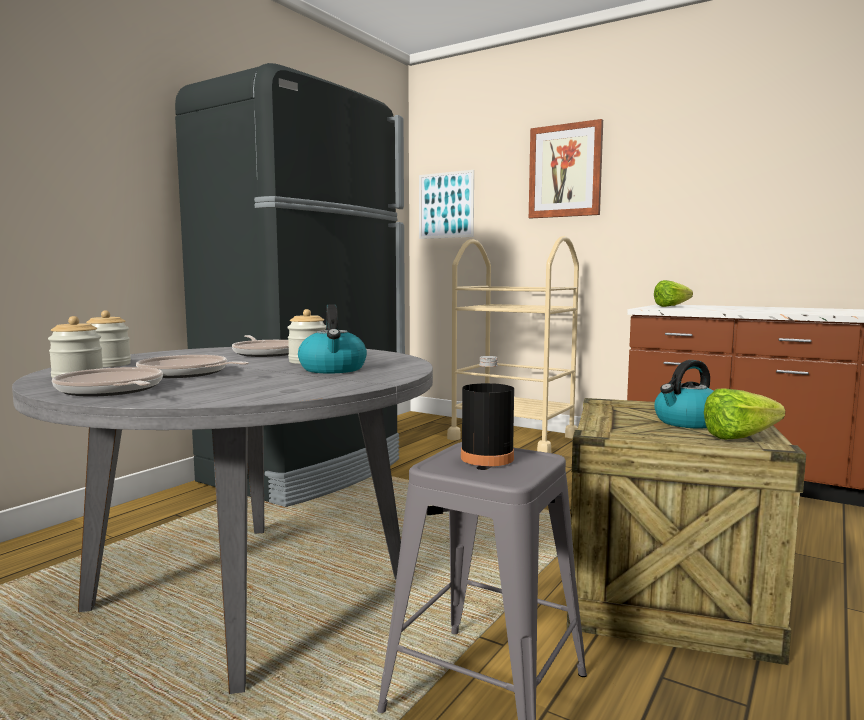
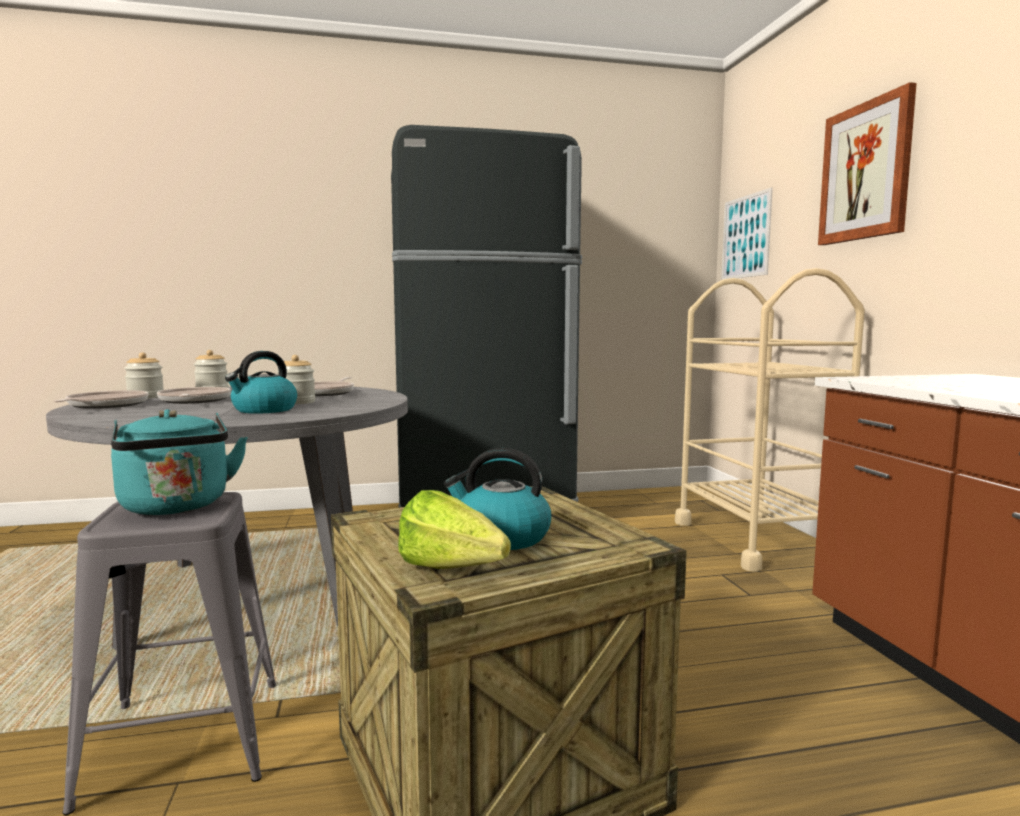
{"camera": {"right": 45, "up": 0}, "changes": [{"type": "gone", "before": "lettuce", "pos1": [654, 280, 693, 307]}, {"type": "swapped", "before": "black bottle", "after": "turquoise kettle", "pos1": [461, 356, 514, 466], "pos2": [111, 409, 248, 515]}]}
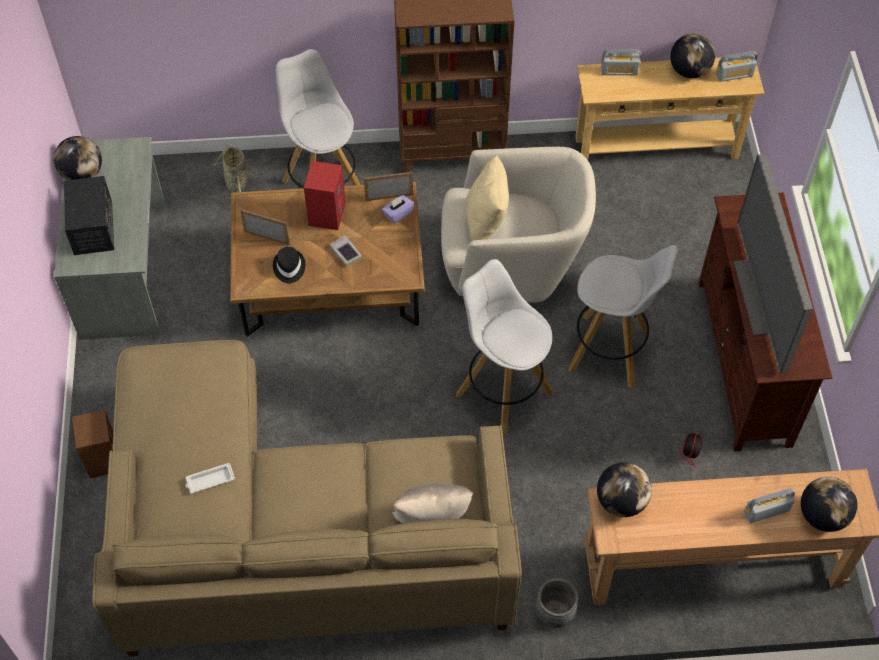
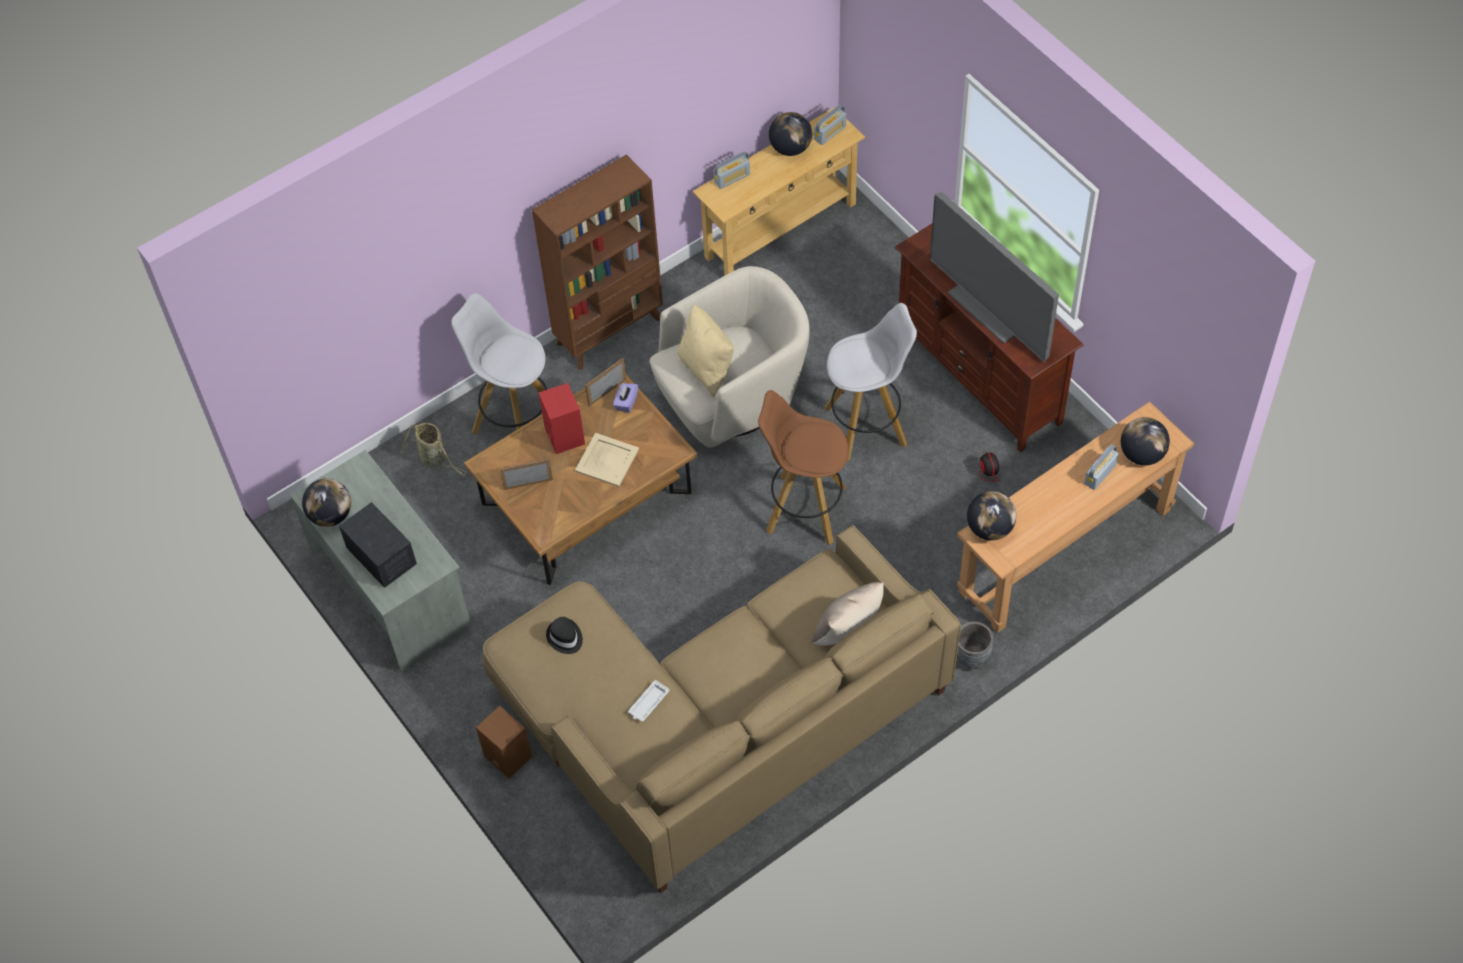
{"camera": {"right": -30, "up": 0}, "changes": [{"type": "swapped", "before": "book", "after": "beige tray", "pos1": [329, 235, 362, 266], "pos2": [575, 433, 639, 487]}, {"type": "shifted", "before": "black hat", "pos1": [273, 247, 305, 284], "pos2": [546, 617, 583, 654]}, {"type": "repainted", "before": "white stool", "after": "brown stool", "pos1": [456, 259, 553, 436], "pos2": [758, 390, 848, 545]}]}
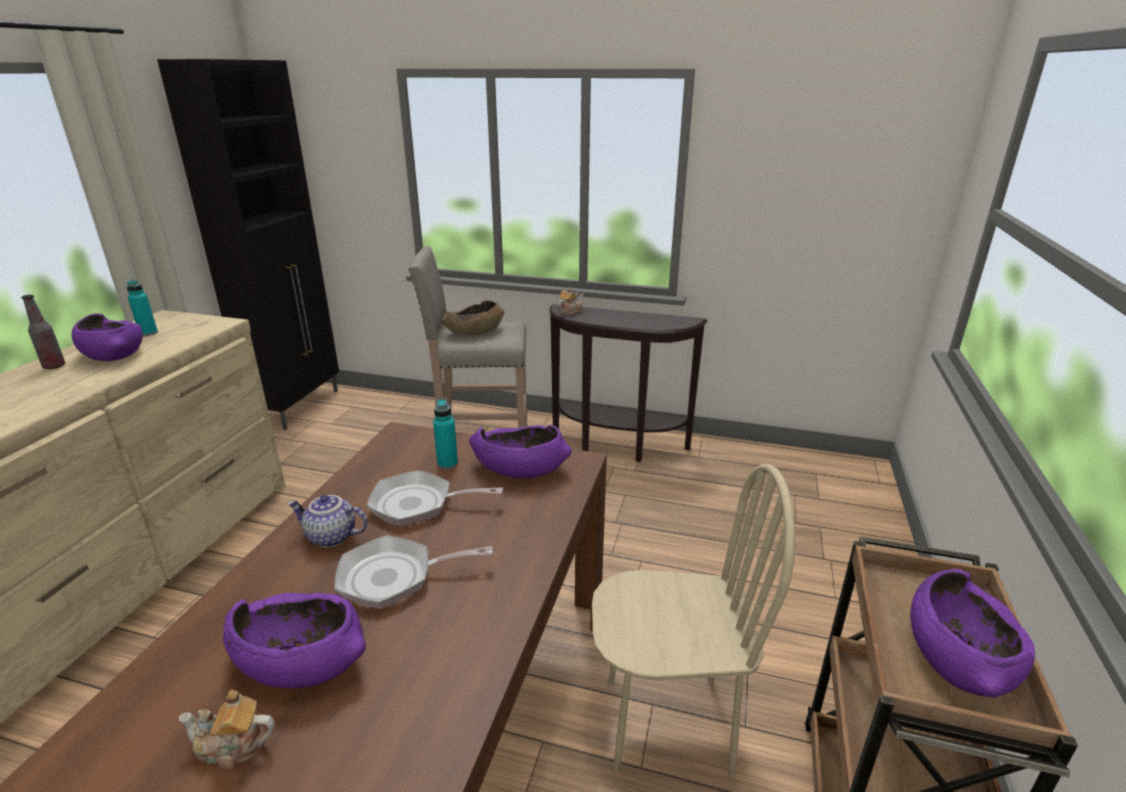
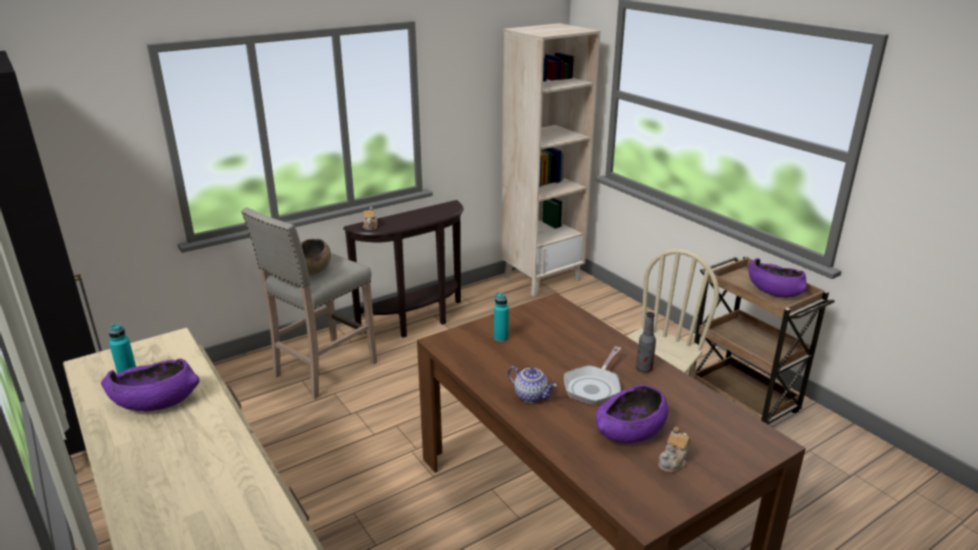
{"camera": {"right": -50, "up": 0}, "changes": [{"type": "shifted", "before": "bottle", "pos1": [21, 295, 65, 369], "pos2": [636, 312, 656, 372]}, {"type": "gone", "before": "purple bowl", "pos1": [469, 425, 571, 478]}, {"type": "gone", "before": "frying pan", "pos1": [367, 470, 503, 527]}, {"type": "rotated", "before": "teapot", "pos1": [287, 495, 368, 547], "pos2": [508, 366, 557, 403], "turn": -105}, {"type": "new", "after": "beige bookcase", "pos2": [501, 23, 601, 296]}]}
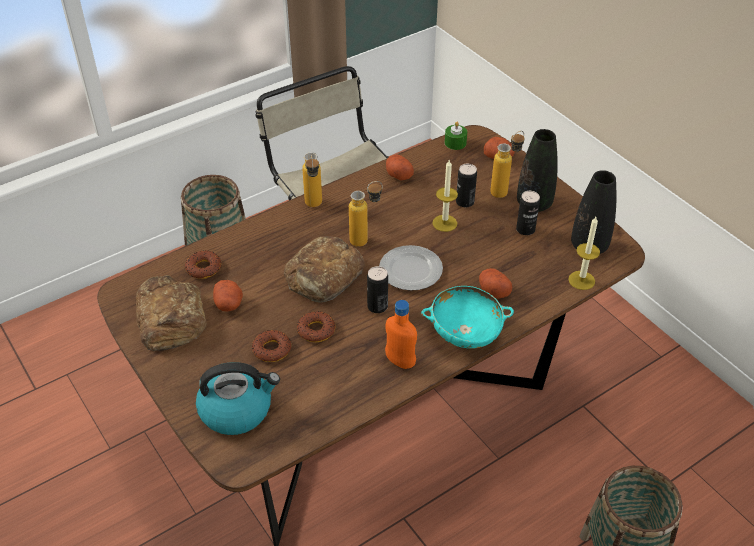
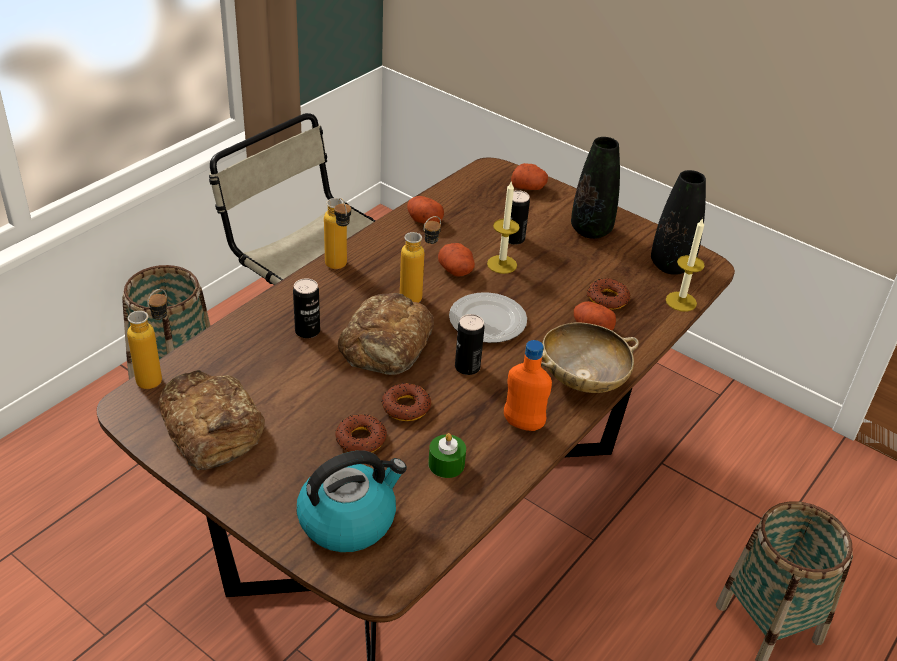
{"camera": {"right": -20, "up": -5}, "changes": [{"type": "shifted", "before": "green candle", "pos1": [445, 121, 467, 150], "pos2": [428, 433, 466, 478]}, {"type": "shifted", "before": "bottle", "pos1": [490, 131, 525, 198], "pos2": [127, 289, 168, 389]}, {"type": "shifted", "before": "can", "pos1": [516, 191, 540, 235], "pos2": [293, 278, 320, 338]}, {"type": "shifted", "before": "donut", "pos1": [185, 250, 221, 279], "pos2": [587, 278, 631, 310]}, {"type": "shifted", "before": "potato", "pos1": [213, 280, 243, 312], "pos2": [438, 243, 475, 277]}, {"type": "repainted", "before": "turquoise bowl", "after": "beige bowl", "pos1": [421, 286, 514, 349], "pos2": [541, 322, 639, 393]}]}
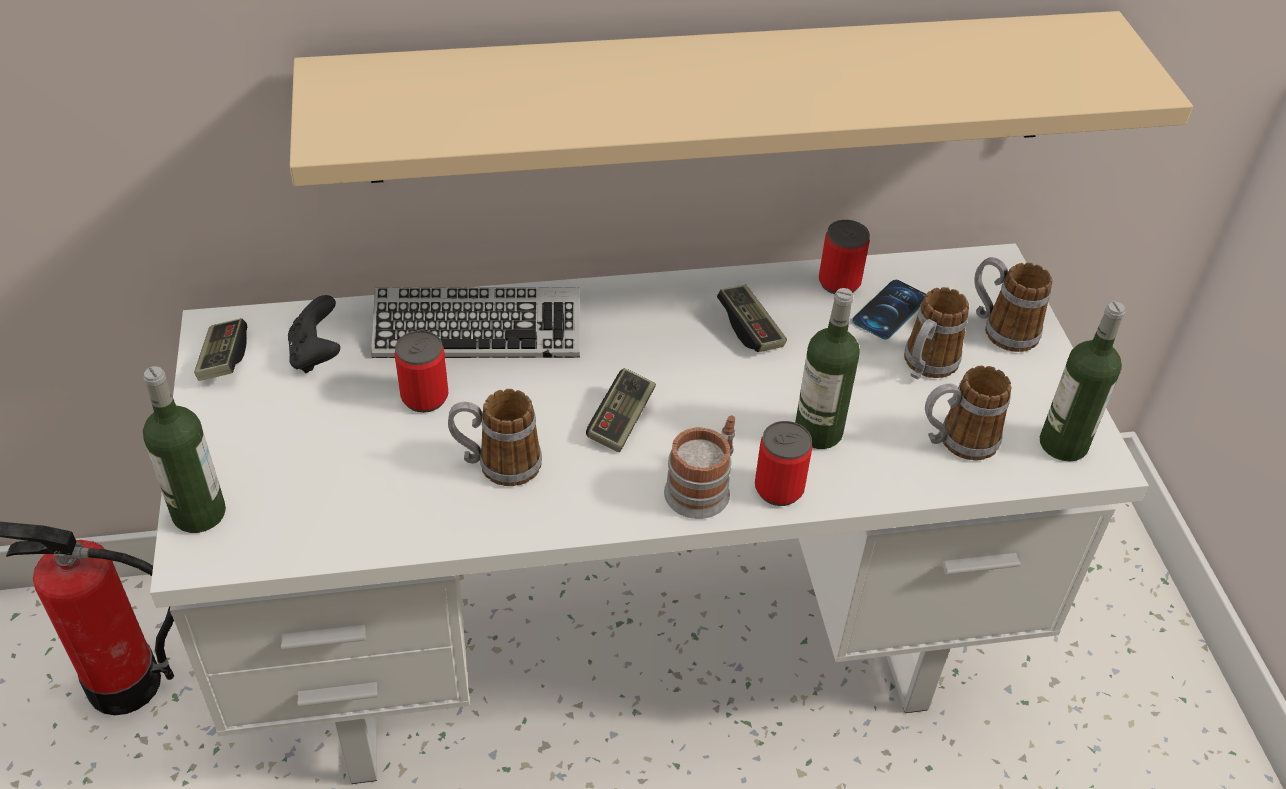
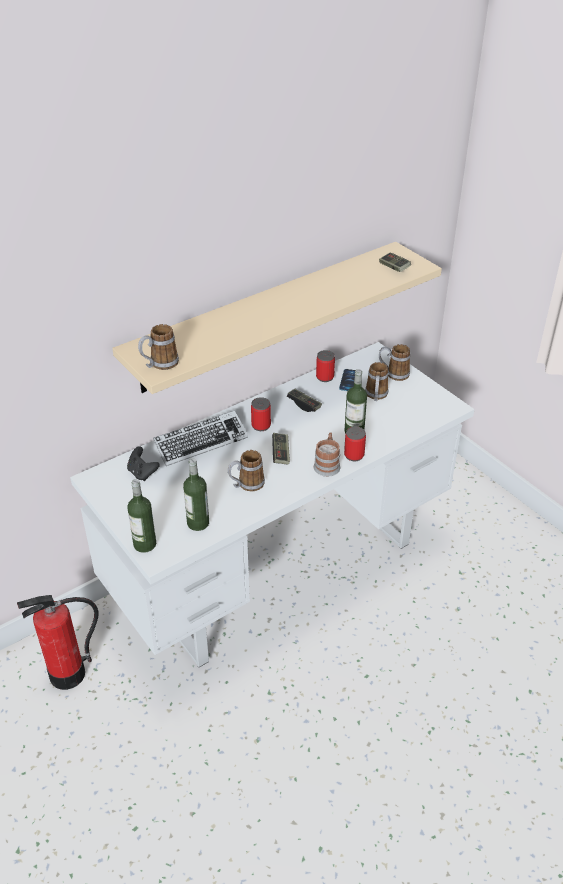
{"camera": {"right": -25, "up": -5}, "changes": [{"type": "shifted", "before": "bottle", "pos1": [1040, 301, 1125, 462], "pos2": [183, 458, 209, 531]}, {"type": "shifted", "before": "game controller", "pos1": [194, 318, 247, 381], "pos2": [379, 253, 411, 272]}, {"type": "shifted", "before": "can", "pos1": [395, 330, 448, 413], "pos2": [251, 397, 271, 431]}, {"type": "shifted", "before": "mug", "pos1": [925, 365, 1011, 460], "pos2": [138, 324, 179, 370]}]}
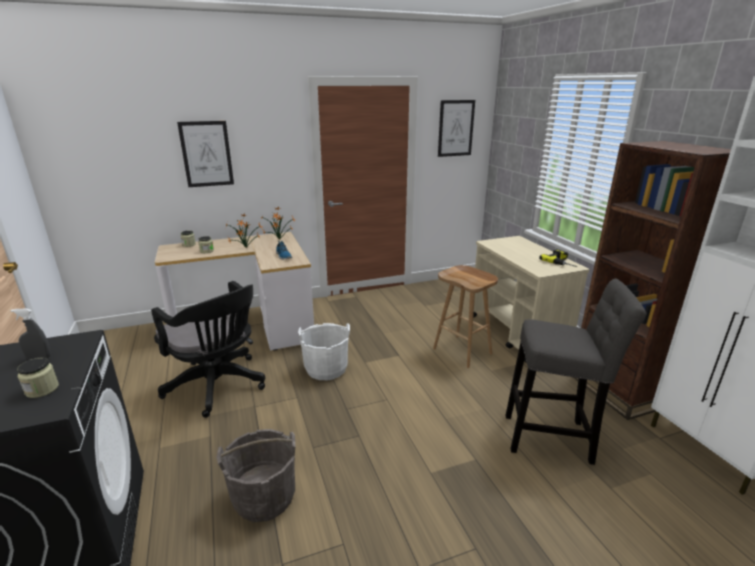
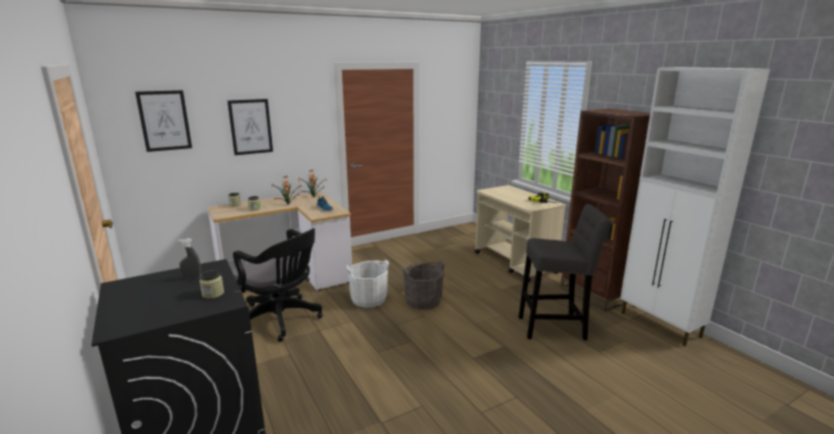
{"camera": {"right": -10, "up": -5}, "changes": [{"type": "shifted", "before": "picture", "pos1": [438, 100, 475, 157], "pos2": [135, 90, 192, 152]}, {"type": "gone", "before": "brown stool", "pos1": [433, 265, 498, 368]}, {"type": "shifted", "before": "grey bucket", "pos1": [216, 429, 295, 522], "pos2": [402, 260, 444, 310]}]}
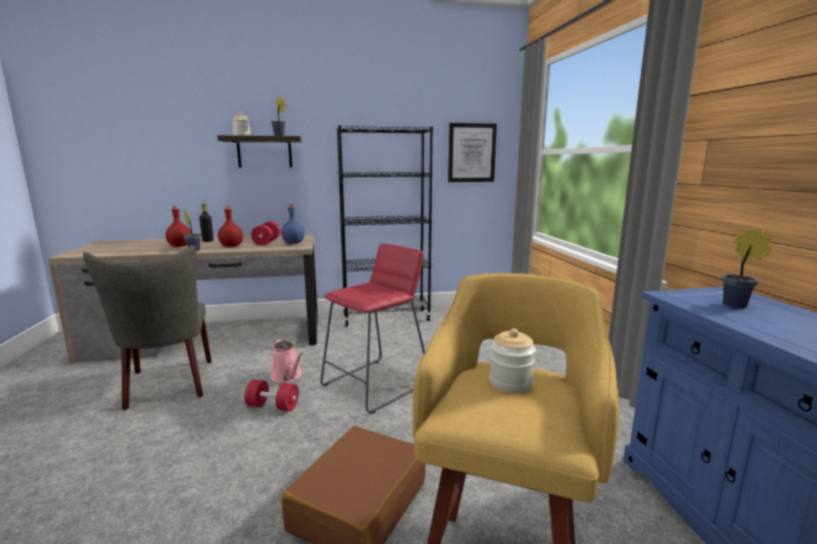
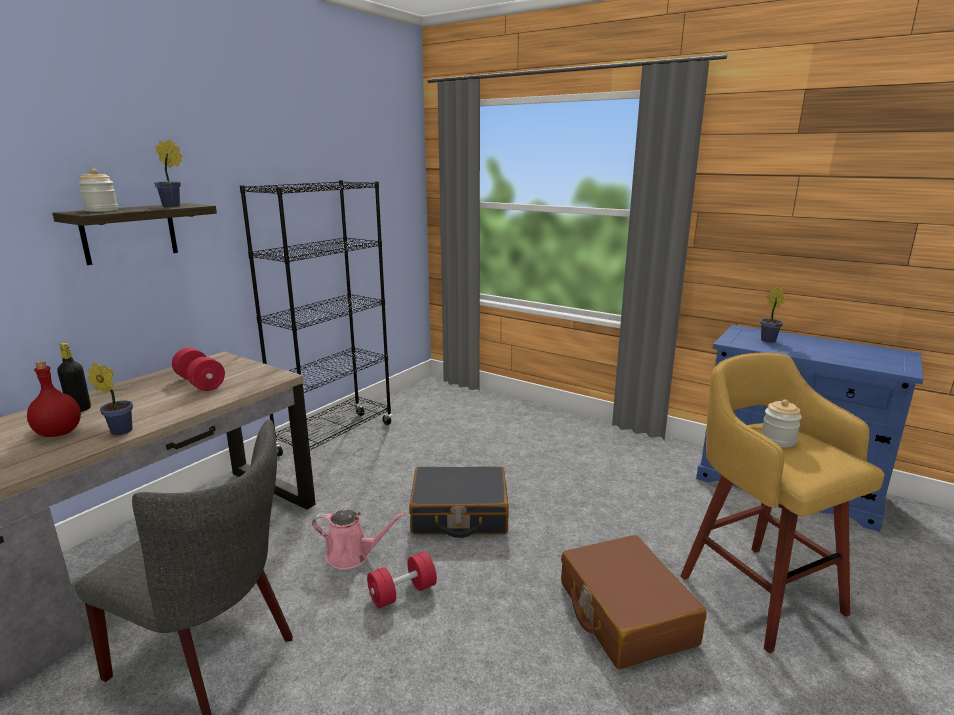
{"camera": {"right": -45, "up": 5}, "changes": [{"type": "gone", "before": "picture", "pos1": [448, 123, 497, 182]}, {"type": "gone", "before": "blue bottle", "pos1": [281, 204, 305, 244]}, {"type": "gone", "before": "red bottle", "pos1": [218, 206, 243, 247]}, {"type": "swapped", "before": "red stool", "after": "black suitcase", "pos1": [320, 243, 425, 414], "pos2": [409, 466, 509, 538]}]}
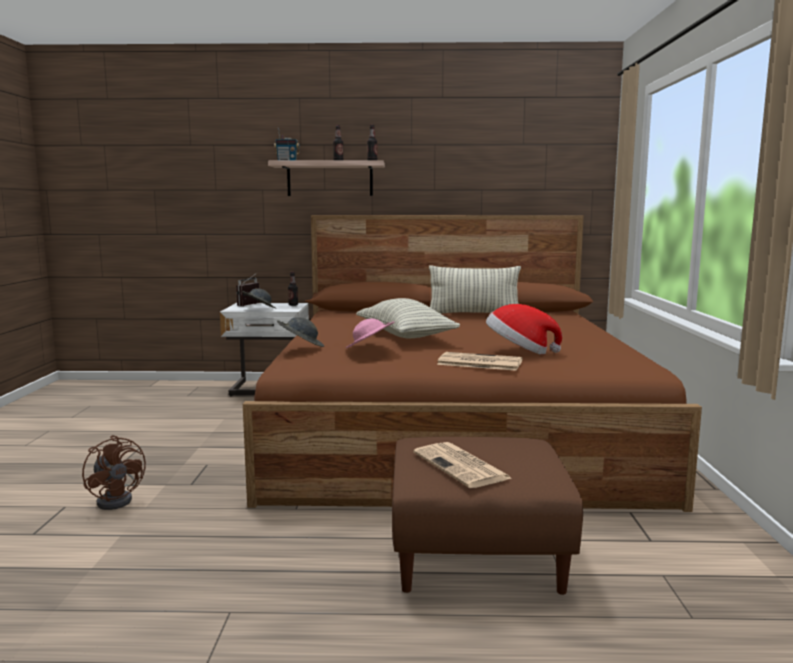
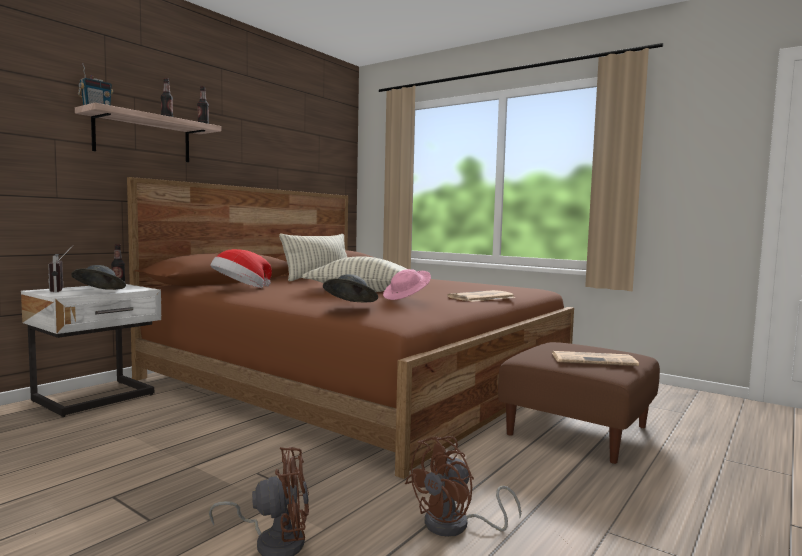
{"camera": {"right": -55, "up": -5}, "changes": [{"type": "shifted", "before": "hat", "pos1": [486, 304, 562, 355], "pos2": [210, 249, 272, 288]}, {"type": "new", "after": "brown fan", "pos2": [405, 436, 521, 537]}]}
